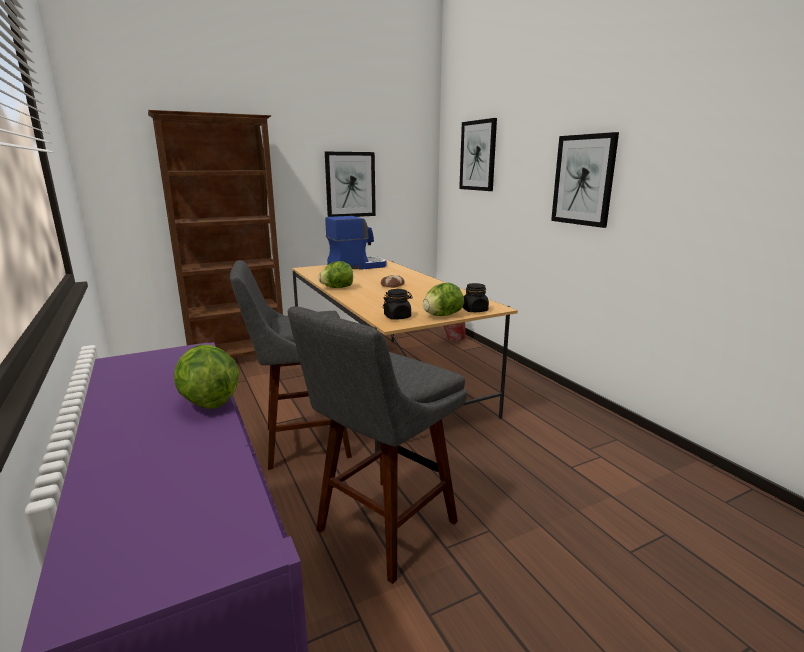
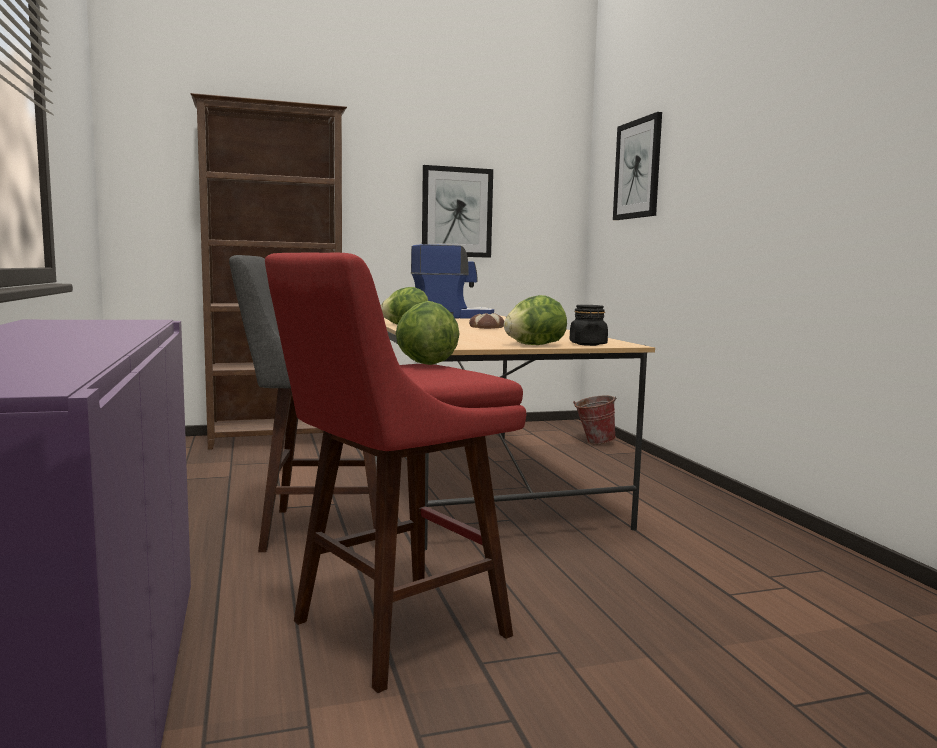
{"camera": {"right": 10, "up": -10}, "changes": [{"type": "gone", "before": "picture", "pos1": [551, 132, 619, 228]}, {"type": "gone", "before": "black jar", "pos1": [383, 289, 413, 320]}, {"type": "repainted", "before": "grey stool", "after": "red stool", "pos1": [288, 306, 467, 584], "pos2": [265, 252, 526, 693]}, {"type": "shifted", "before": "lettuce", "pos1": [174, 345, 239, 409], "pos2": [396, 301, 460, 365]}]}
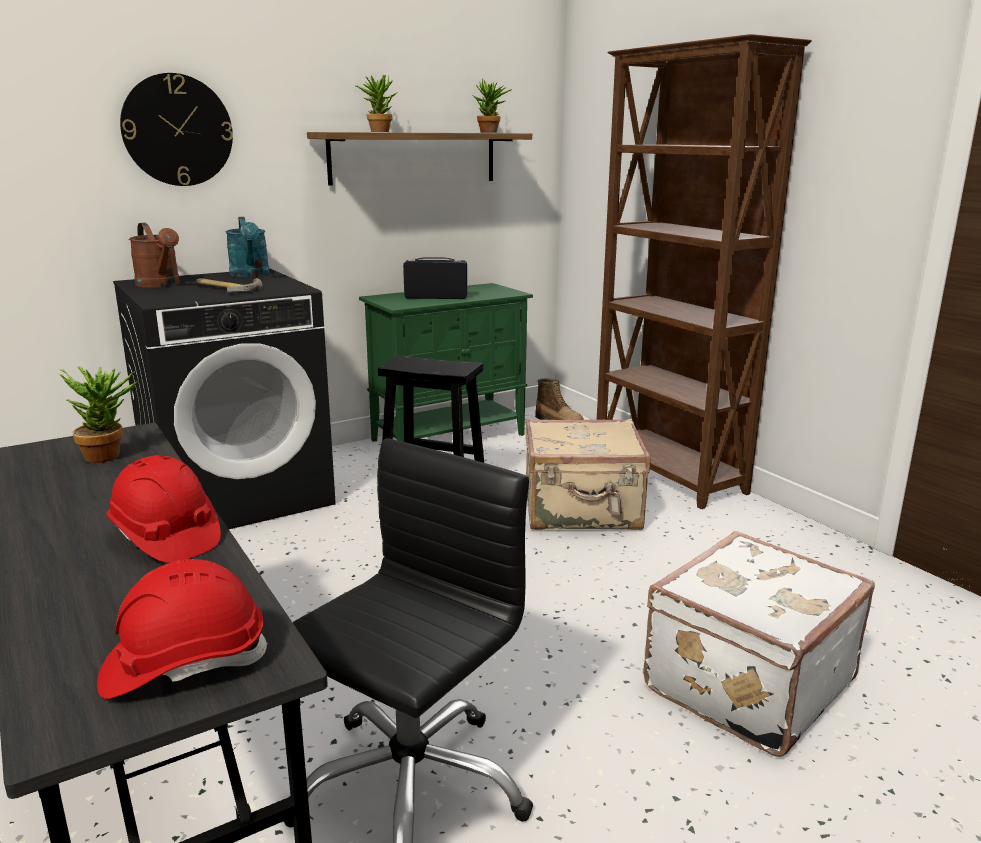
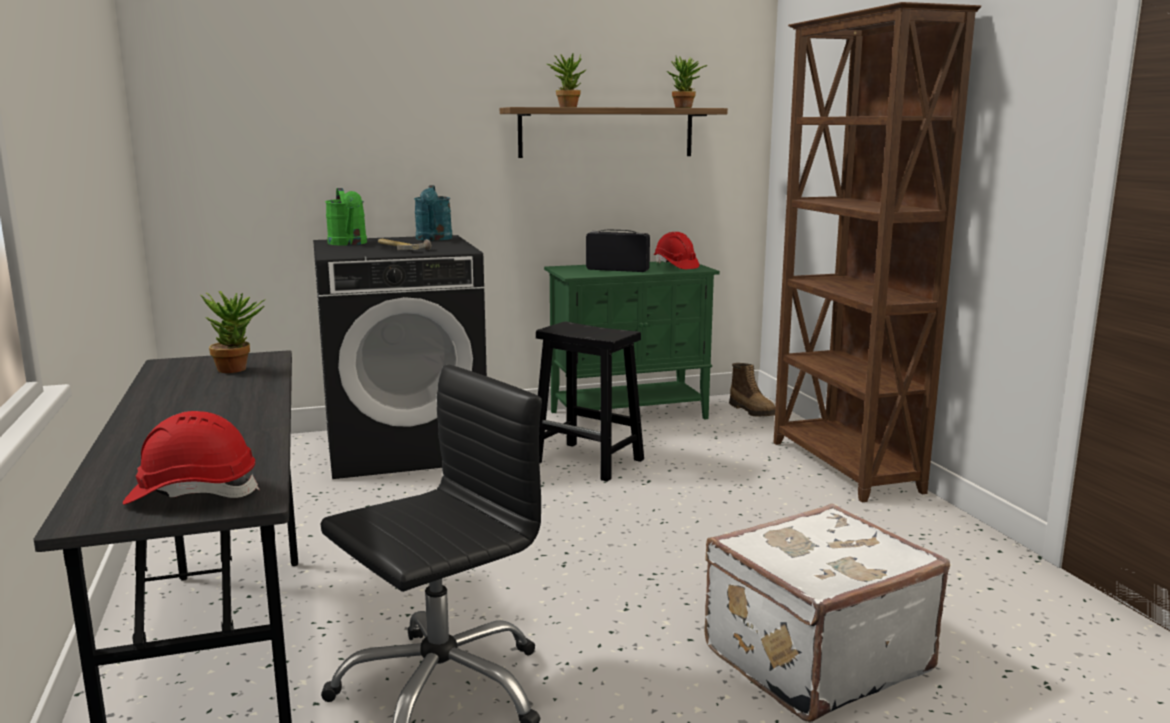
{"camera": {"right": 15, "up": -5}, "changes": [{"type": "gone", "before": "wall clock", "pos1": [120, 73, 233, 186]}, {"type": "repainted", "before": "brown watering can", "after": "green watering can", "pos1": [129, 223, 180, 288], "pos2": [325, 188, 367, 245]}, {"type": "gone", "before": "beige suitcase", "pos1": [525, 419, 651, 530]}, {"type": "shifted", "before": "red hard hat", "pos1": [106, 455, 221, 563], "pos2": [654, 232, 699, 269]}]}
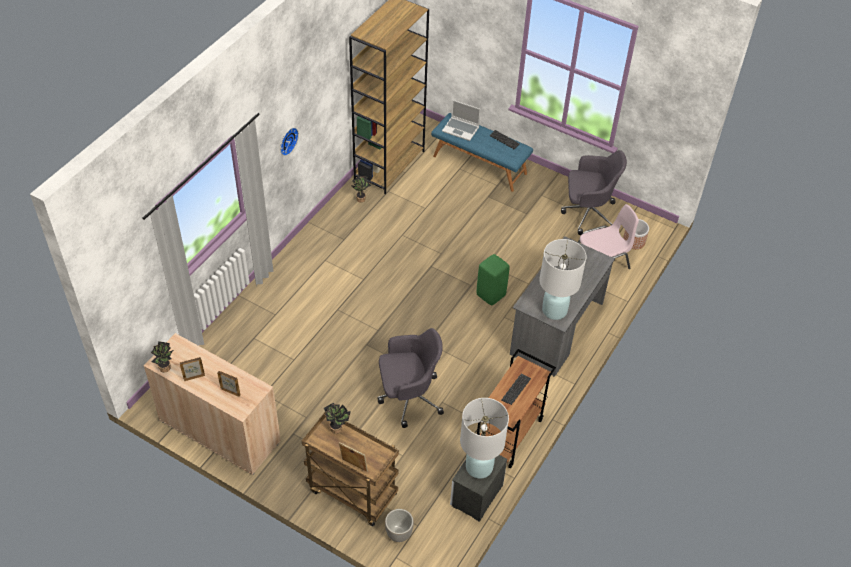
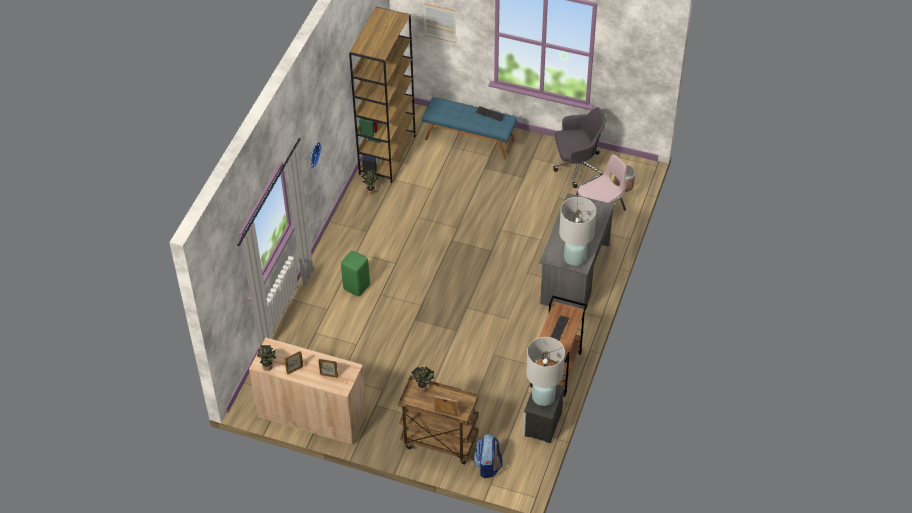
{"camera": {"right": -10, "up": 0}, "changes": [{"type": "gone", "before": "laptop", "pos1": [442, 100, 481, 141]}, {"type": "shifted", "before": "green stool", "pos1": [476, 254, 510, 305], "pos2": [341, 251, 370, 296]}, {"type": "gone", "before": "grey office chair", "pos1": [377, 328, 444, 428]}, {"type": "swapped", "before": "planter", "after": "backpack", "pos1": [385, 509, 414, 542], "pos2": [473, 434, 503, 478]}, {"type": "new", "after": "picture", "pos2": [424, 3, 456, 43]}]}
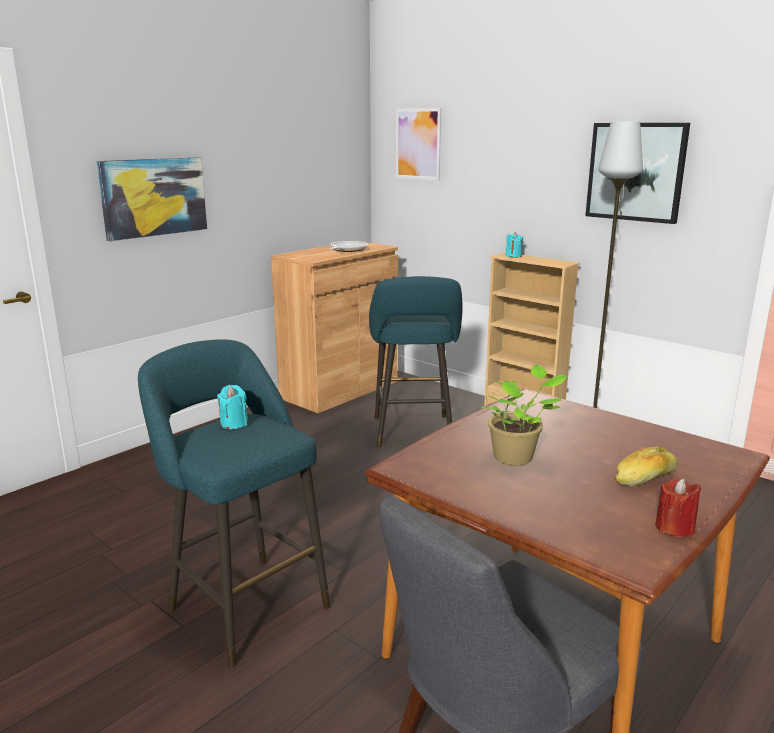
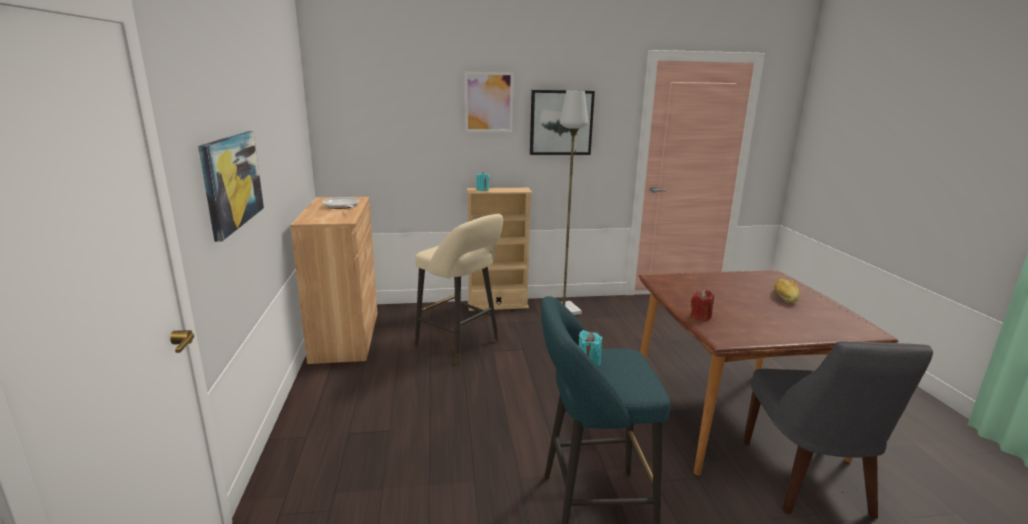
{"camera": {"right": -50, "up": 0}, "changes": [{"type": "shifted", "before": "picture", "pos1": [396, 108, 442, 180], "pos2": [465, 72, 513, 132]}, {"type": "repainted", "before": "turquoise stool", "after": "beige stool", "pos1": [369, 276, 463, 447], "pos2": [415, 214, 503, 364]}, {"type": "gone", "before": "potted plant", "pos1": [481, 364, 568, 466]}, {"type": "shifted", "before": "red candle", "pos1": [655, 478, 701, 537], "pos2": [691, 290, 714, 321]}]}
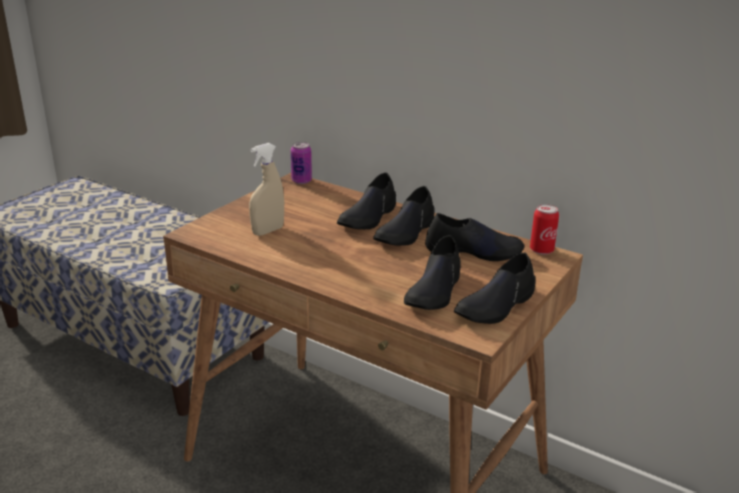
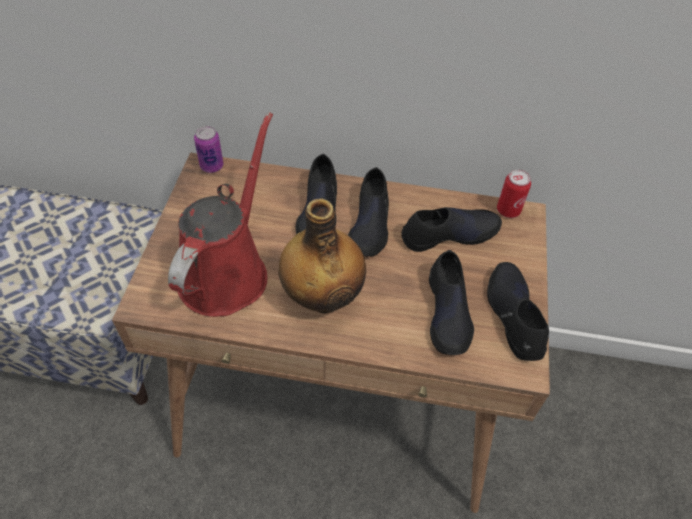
{"camera": {"right": -25, "up": 25}, "changes": [{"type": "swapped", "before": "beige spray bottle", "after": "red watering can", "pos1": [249, 143, 284, 236], "pos2": [168, 112, 273, 317]}, {"type": "rotated", "before": "black shoe", "pos1": [454, 252, 536, 324], "pos2": [487, 262, 549, 361], "turn": 150}, {"type": "new", "after": "bottle", "pos2": [278, 198, 366, 313]}]}
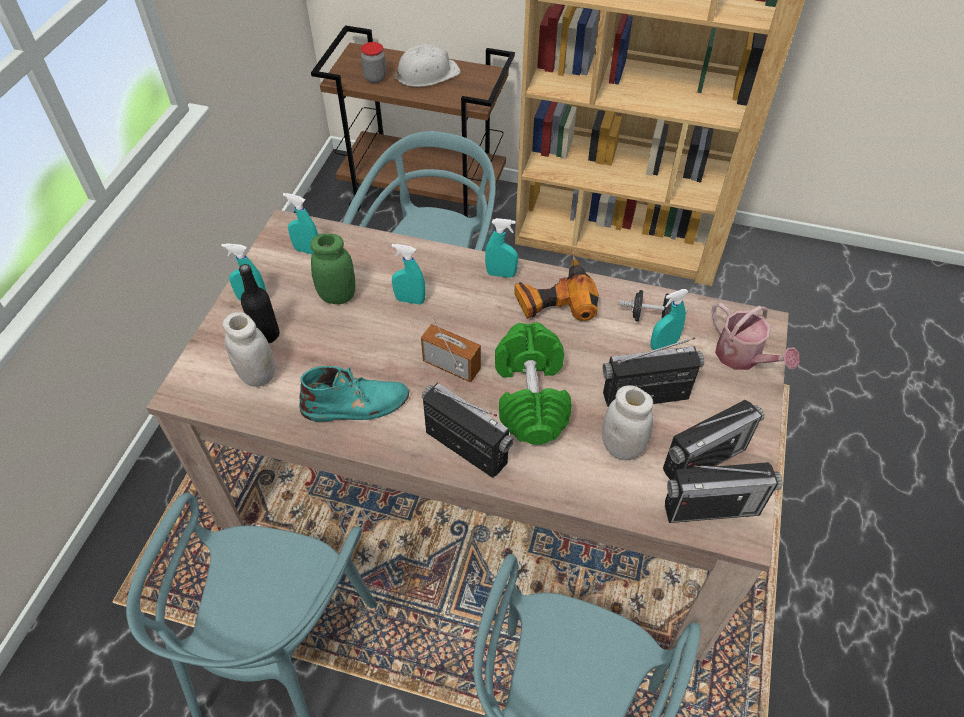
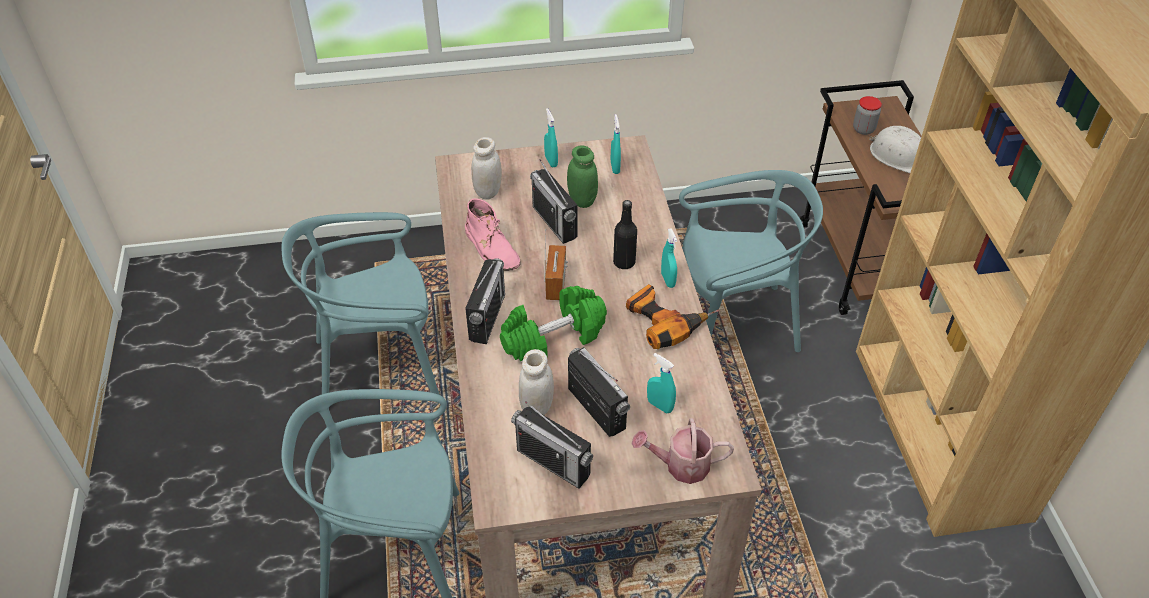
{"camera": {"right": 65, "up": -5}, "changes": [{"type": "gone", "before": "turquoise spray bottle", "pos1": [392, 244, 426, 305]}, {"type": "shifted", "before": "black bottle", "pos1": [239, 264, 280, 343], "pos2": [613, 200, 637, 269]}, {"type": "gone", "before": "black dumbbell", "pos1": [618, 290, 687, 321]}, {"type": "rotated", "before": "watering can", "pos1": [711, 303, 800, 370], "pos2": [632, 418, 734, 484], "turn": 60}, {"type": "repainted", "before": "turquoise boot", "after": "pink boot", "pos1": [299, 366, 409, 422], "pos2": [465, 198, 521, 271]}, {"type": "shifted", "before": "radio", "pos1": [665, 462, 782, 523], "pos2": [530, 159, 578, 244]}]}
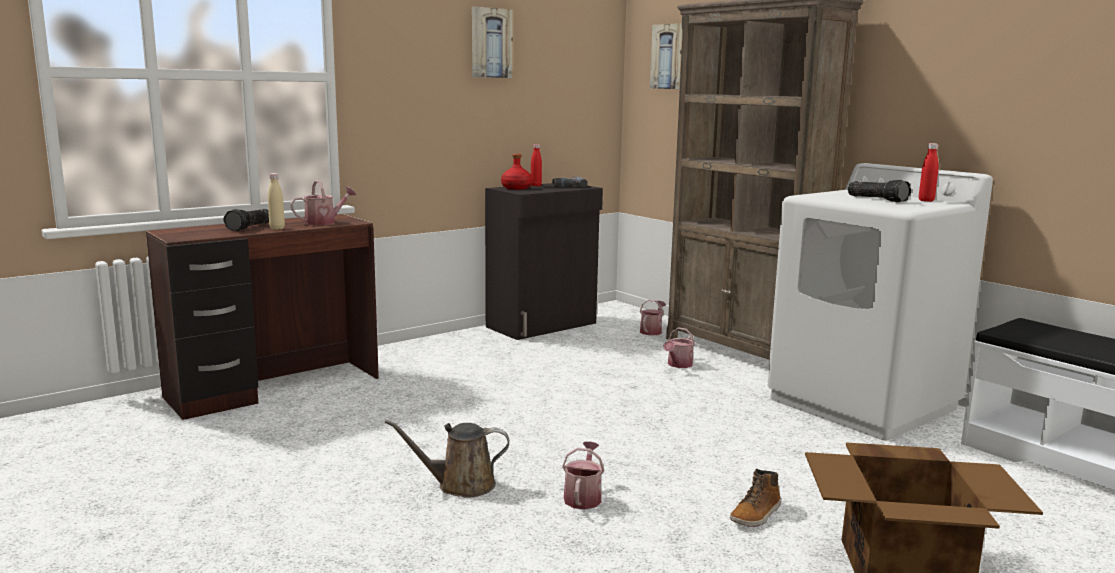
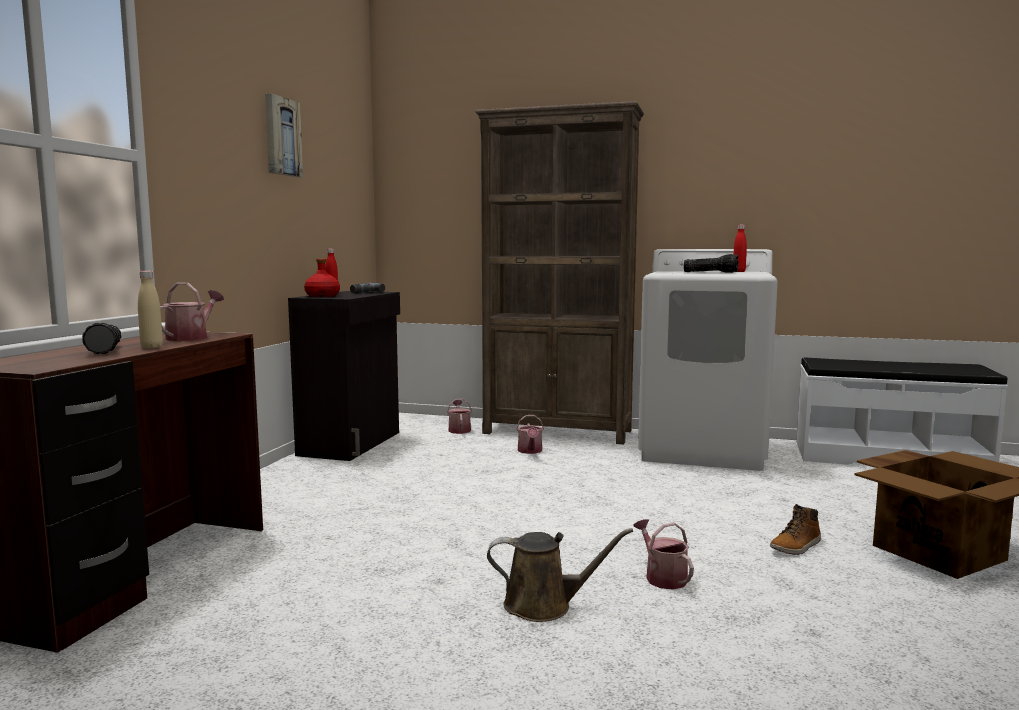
{"camera": {"right": -35, "up": -5}, "changes": [{"type": "gone", "before": "picture", "pos1": [650, 23, 683, 89]}, {"type": "rotated", "before": "brown watering can", "pos1": [385, 420, 509, 498], "pos2": [487, 528, 633, 622], "turn": -135}, {"type": "rotated", "before": "boot", "pos1": [730, 469, 781, 527], "pos2": [770, 504, 821, 555], "turn": 45}]}
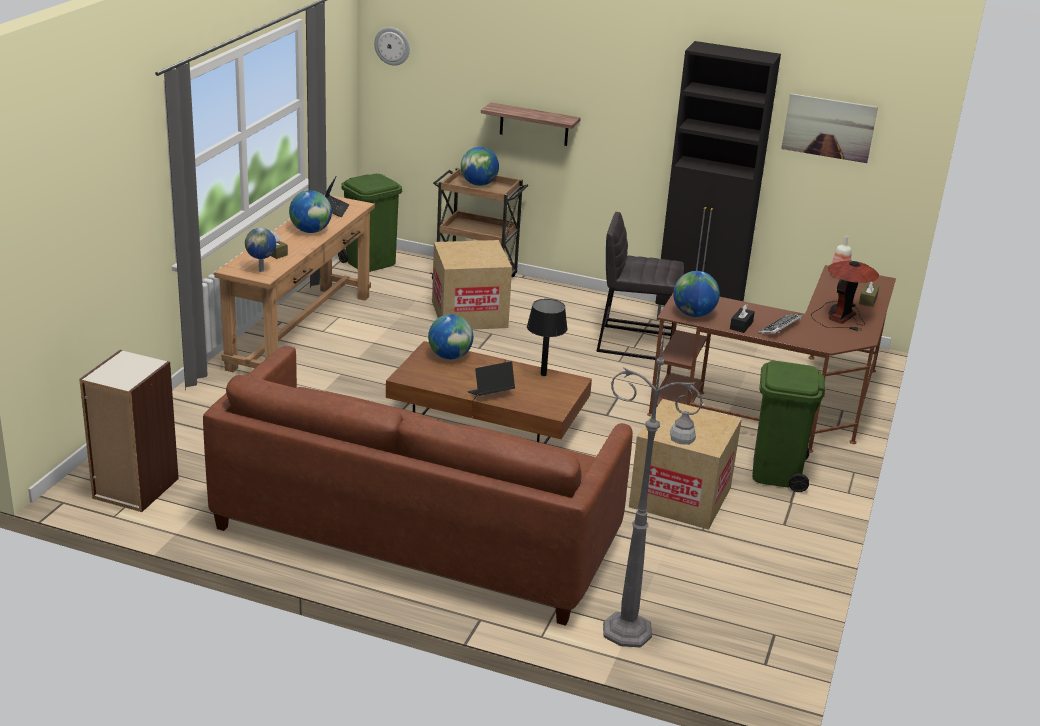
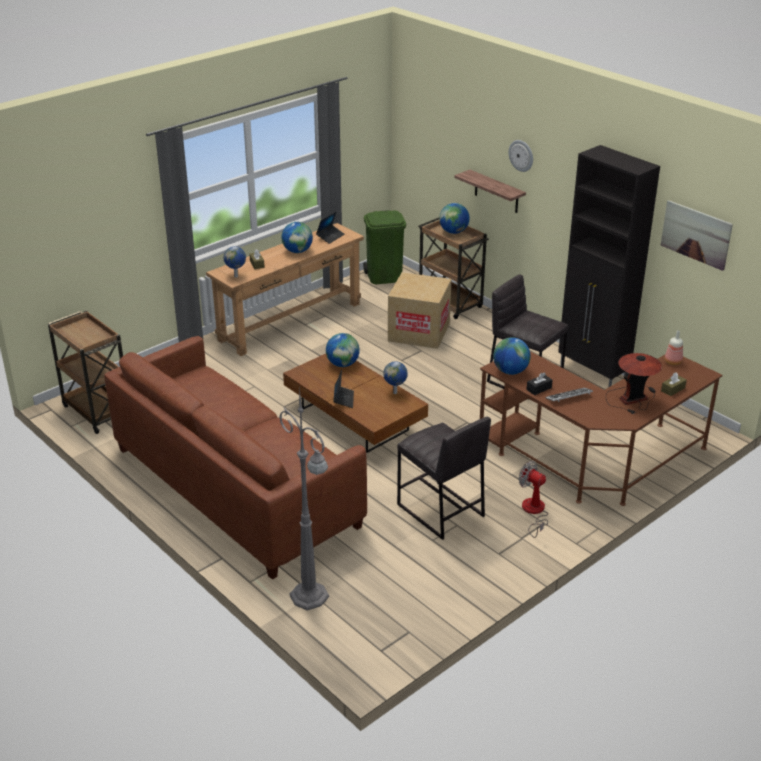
{"camera": {"right": 30, "up": 5}, "changes": [{"type": "shifted", "before": "wall clock", "pos1": [374, 27, 410, 66], "pos2": [509, 140, 533, 172]}, {"type": "swapped", "before": "black table lamp", "after": "globe", "pos1": [527, 299, 568, 376], "pos2": [383, 361, 408, 394]}, {"type": "swapped", "before": "bookcase", "after": "brown cart", "pos1": [79, 350, 179, 512], "pos2": [48, 310, 123, 434]}, {"type": "rotated", "before": "laptop", "pos1": [467, 361, 515, 396], "pos2": [333, 370, 354, 408], "turn": 90}, {"type": "swapped", "before": "green trash can", "after": "fan", "pos1": [752, 361, 825, 492], "pos2": [519, 461, 548, 538]}, {"type": "swapped", "before": "cardboard box", "after": "grey stool", "pos1": [629, 399, 742, 530], "pos2": [397, 416, 491, 540]}]}
